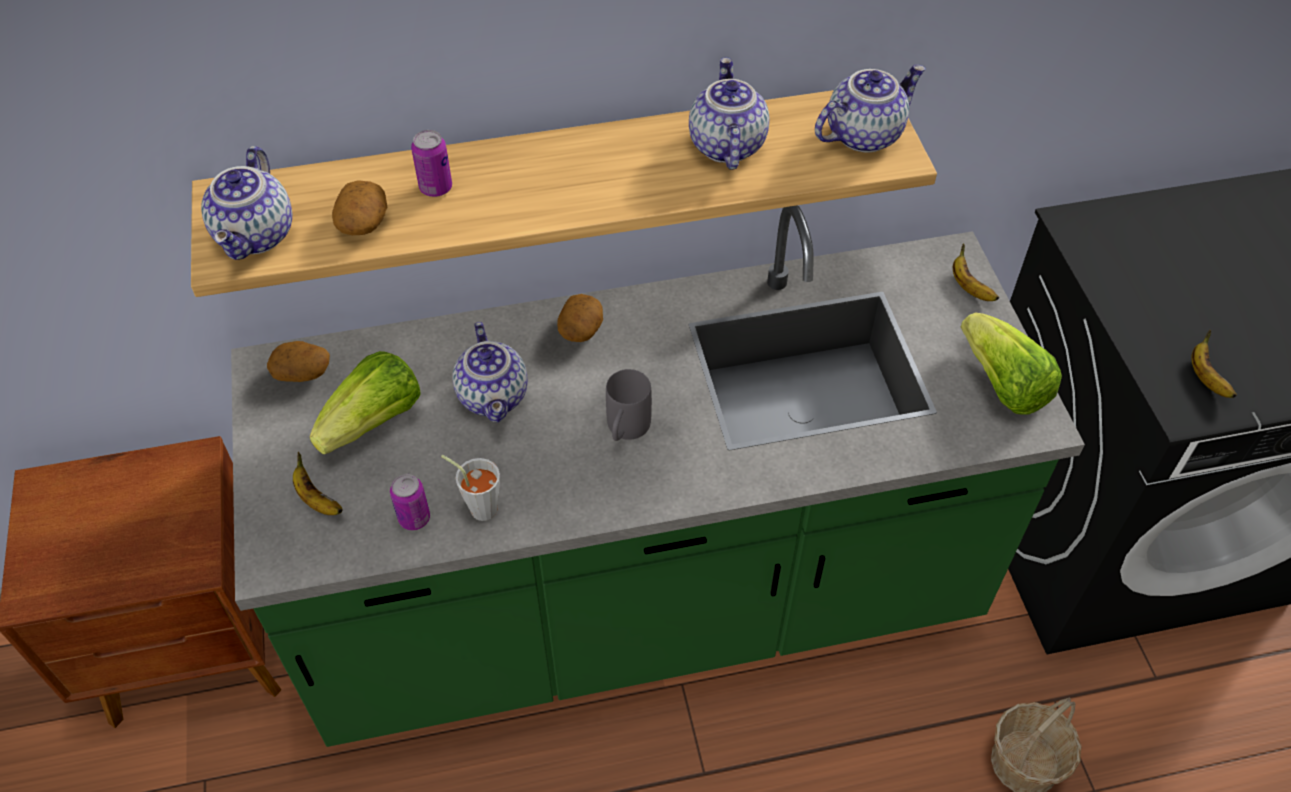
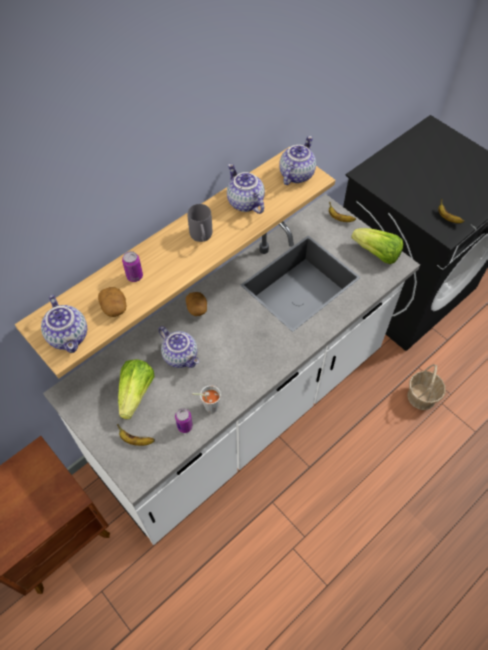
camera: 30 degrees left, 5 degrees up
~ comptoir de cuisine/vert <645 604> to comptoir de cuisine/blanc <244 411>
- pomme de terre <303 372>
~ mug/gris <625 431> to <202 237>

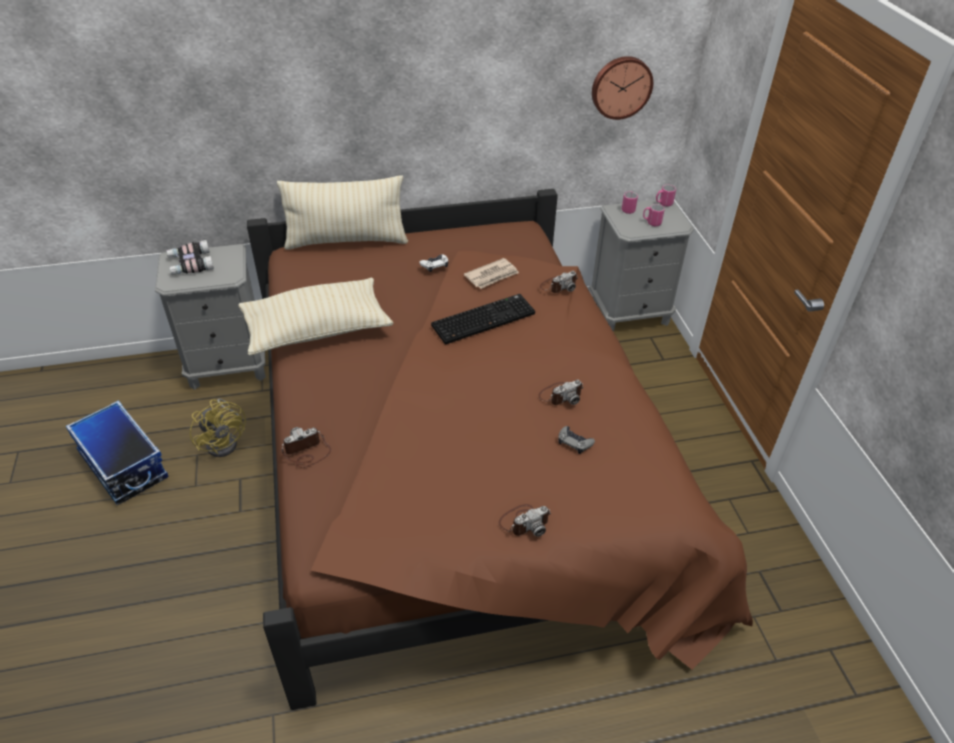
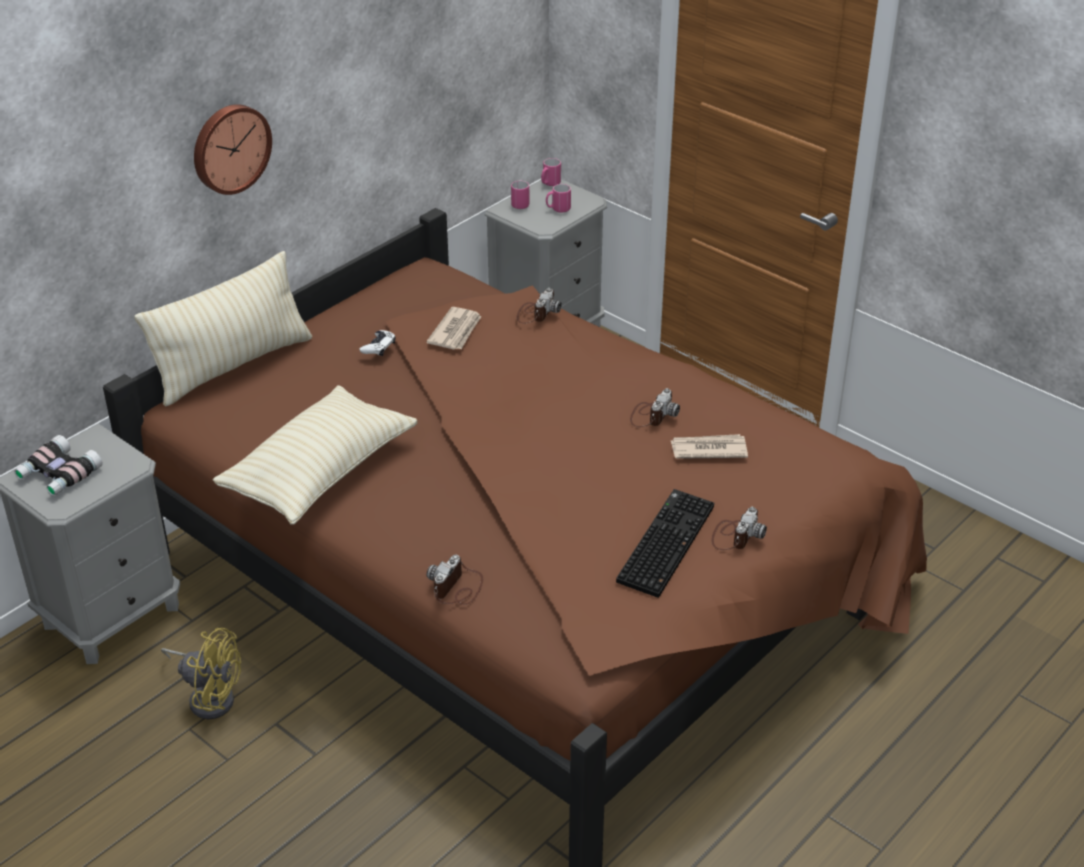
camera: 35 degrees left, 5 degrees down
- boîte de rangement <122 465>
~ clavier <483 318> to <664 542>
~ manette/gris <574 442> to journal <708 449>
~ horloge murale <621 87> to <230 148>

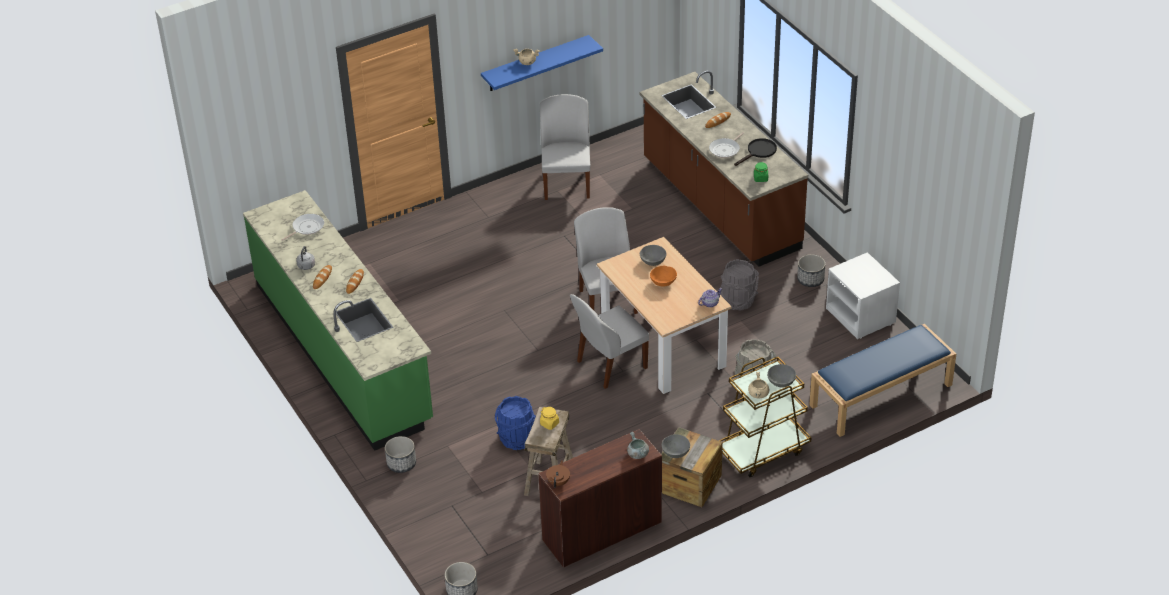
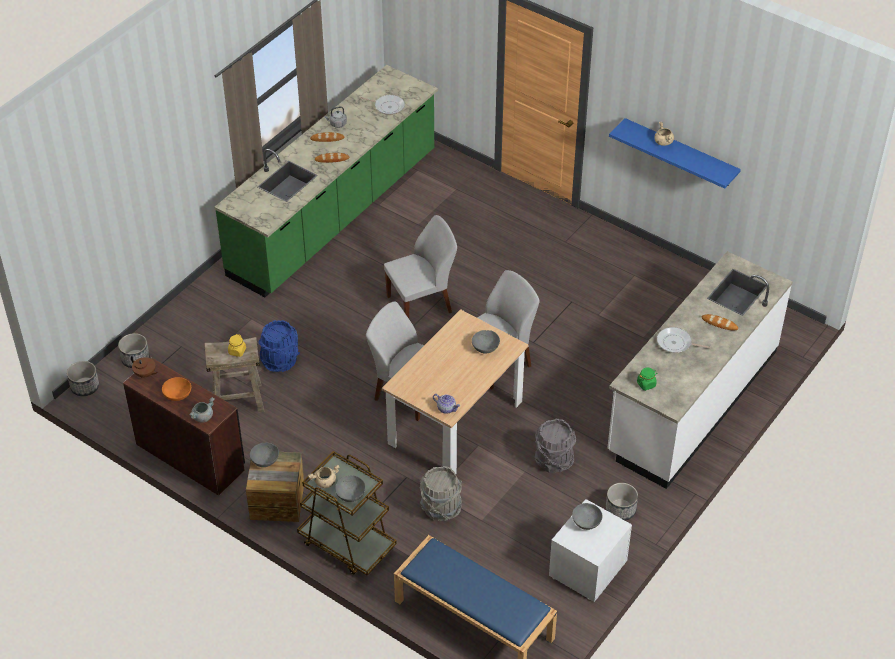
camera: 65 degrees right, 5 degrees up
~ cache-pot <401 463> to <135 359>
~ chaise/blanc <567 183> to <421 304>
~ théière/marron <558 482> = <145 374> 45 degrees clockwise
~ comptoir de cuisine/marron <719 205> to comptoir de cuisine/blanc <692 402>
~ bol/orange <663 282> to <177 395>
- poêle/noir <759 152>
+ bol/gris <586 522>

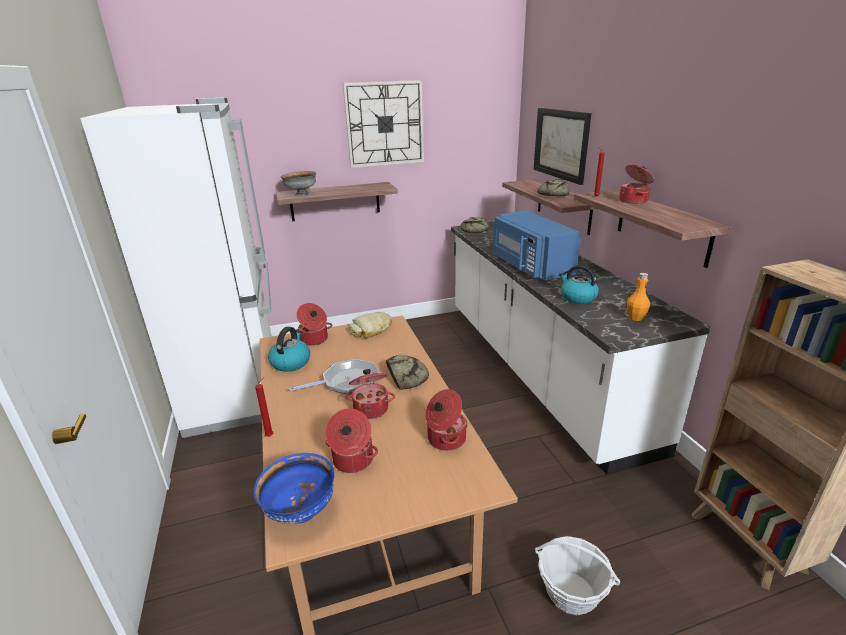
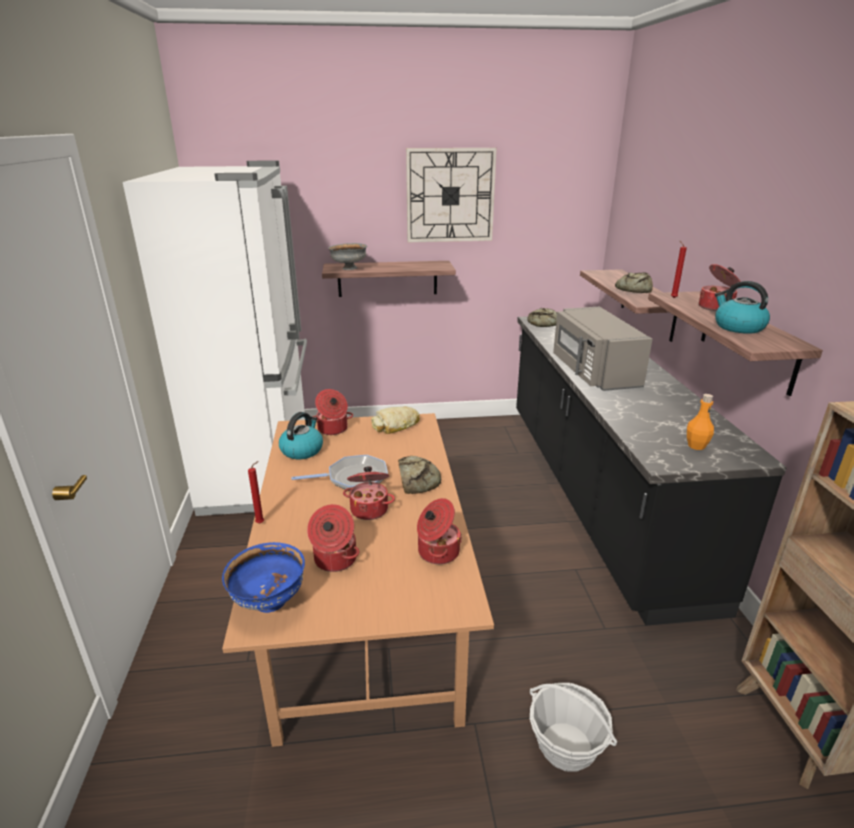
camera: 10 degrees right, 0 degrees up
~ comptoir de cuisine/blanc <537 370> to comptoir de cuisine/noir <596 494>
~ micro-ondes/bleu <530 266> to micro-ondes/gris <593 372>
- tableau <561 144>
~ bouilloire <577 298> to <738 327>

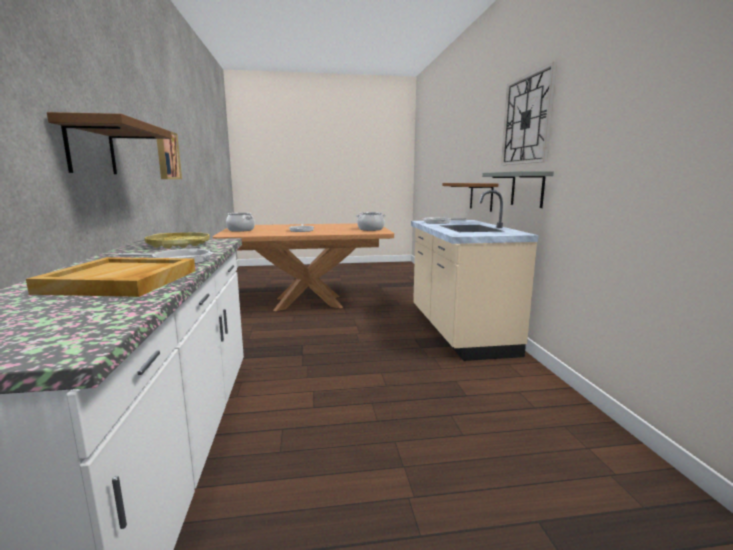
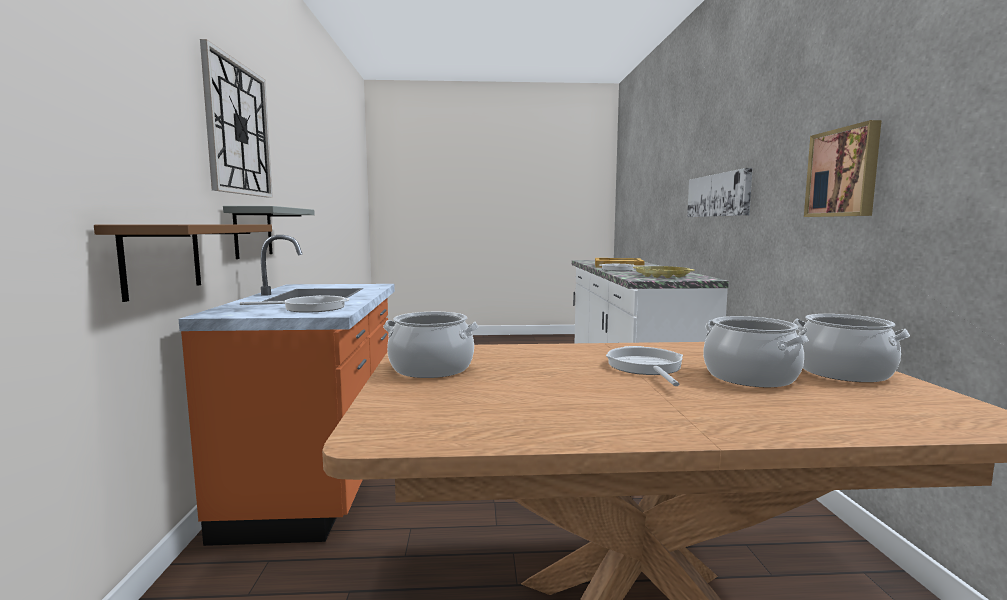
camera: 175 degrees left, 5 degrees down
~ étagère/marron <90 148> to tableau <718 195>
~ comptoir de cuisine/beige <459 332> to comptoir de cuisine/orange <320 477>
+ marmite <750 377>

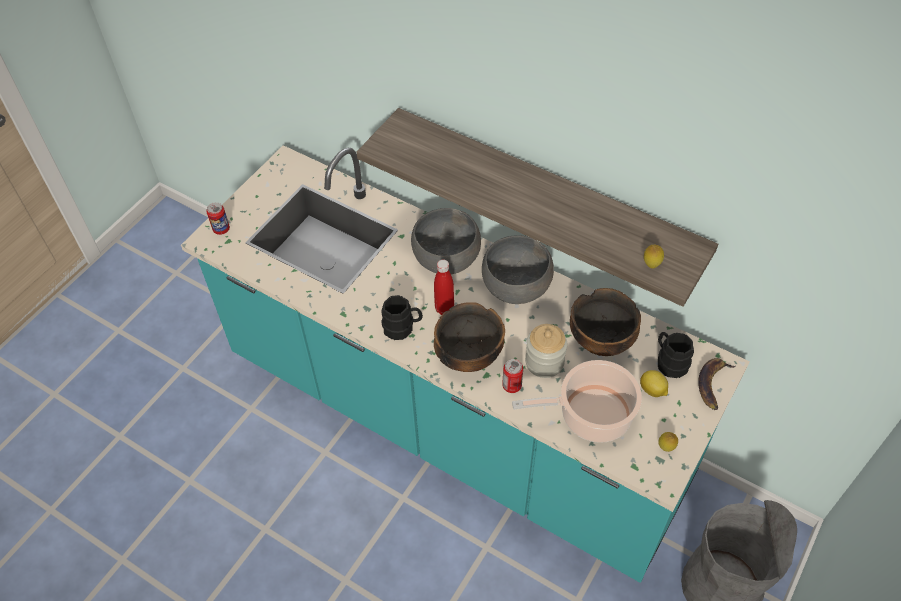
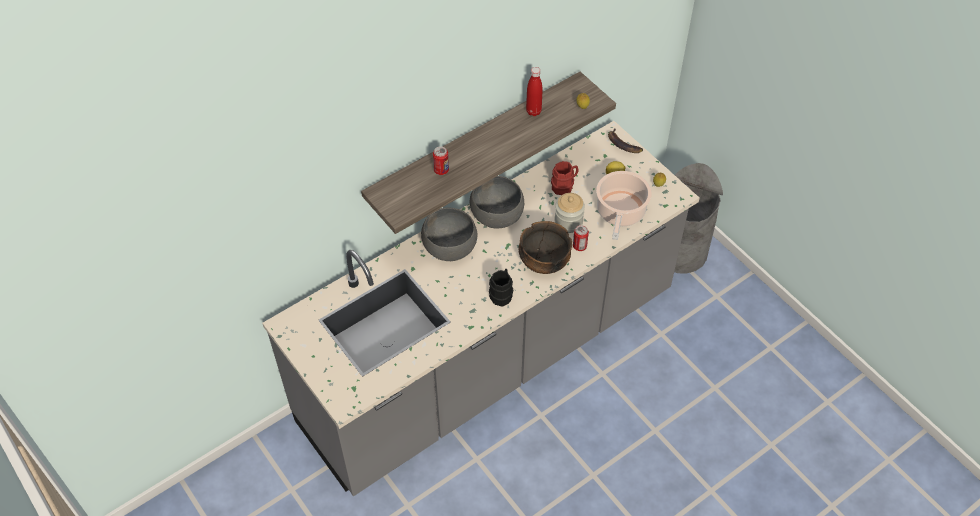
camera: 70 degrees left, 0 degrees up
~ comptoir de cuisine/turquoise <453 421> to comptoir de cuisine/gris <490 359>
~ boîte métallique <221 229> to <441 170>
~ bouteille/rouge <444 308> to <533 111>
~ bol <601 340> to mug/rouge <564 185>
- mug/noir <669 362>

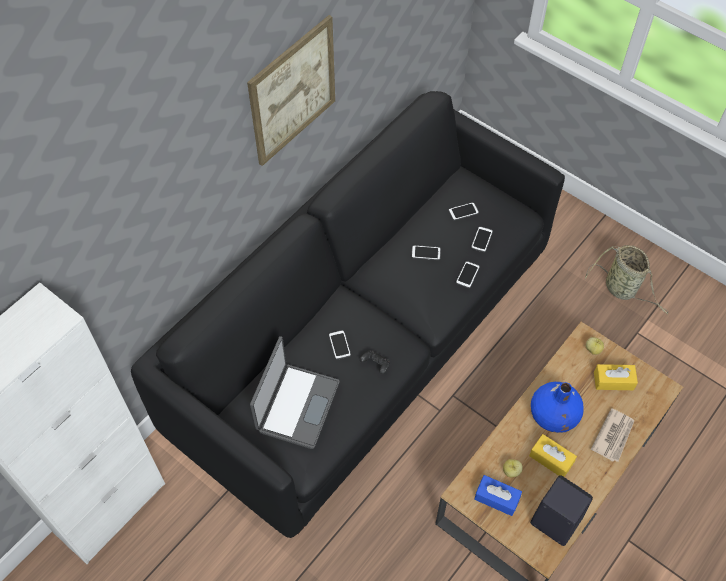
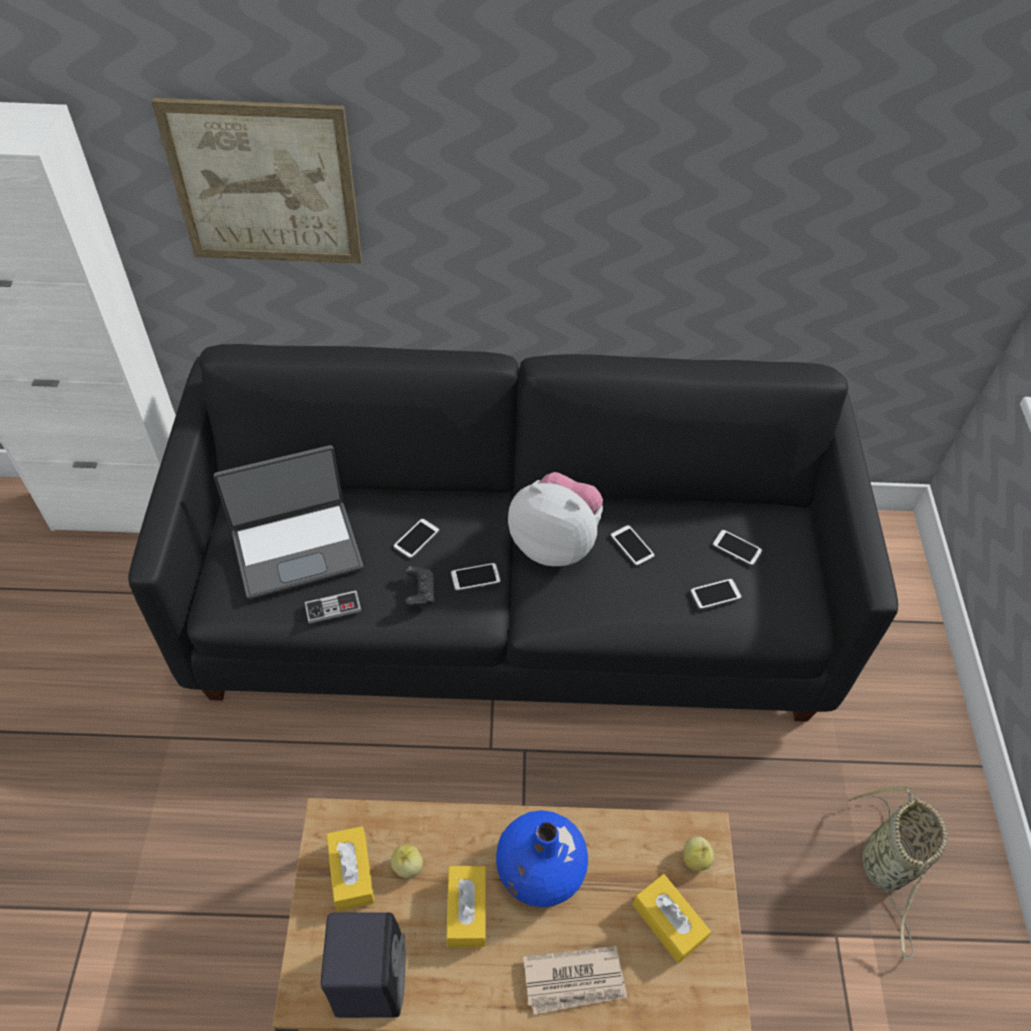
camera: 50 degrees right, 5 degrees down
~ tableau <293 91> to <264 184>
~ téléphone <467 275> to <475 577>
~ boîte à mouchoirs/bleu <496 498> to boîte à mouchoirs/jaune <351 872>
+ manette <333 608>
+ peluche <555 542>

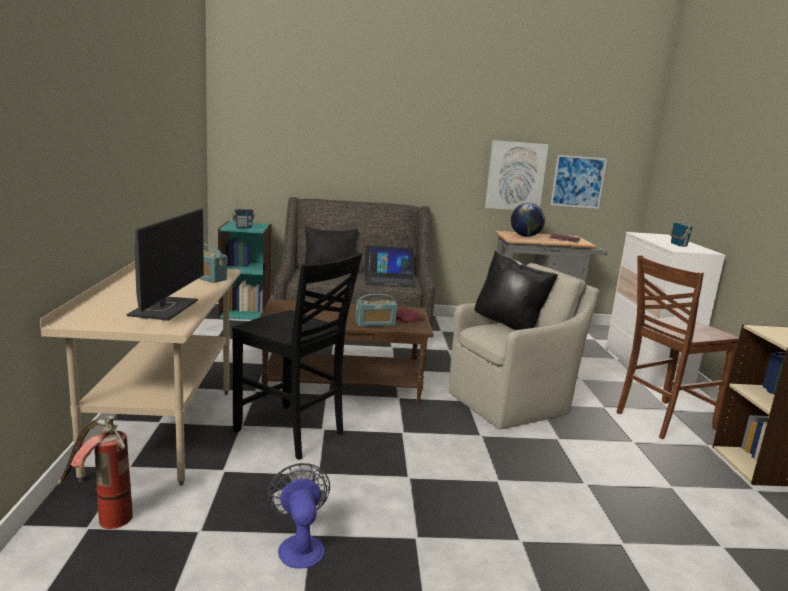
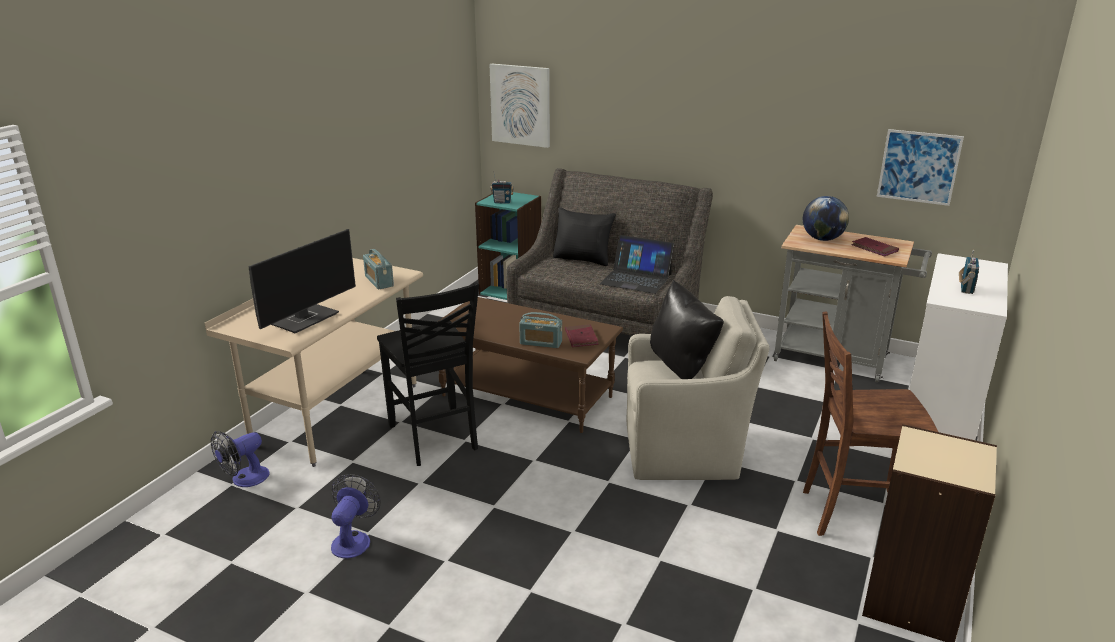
camera: 30 degrees right, 10 degrees up
~ extincteur <102 518> to ventilateur <244 479>
~ tableau <515 176> to <520 105>

